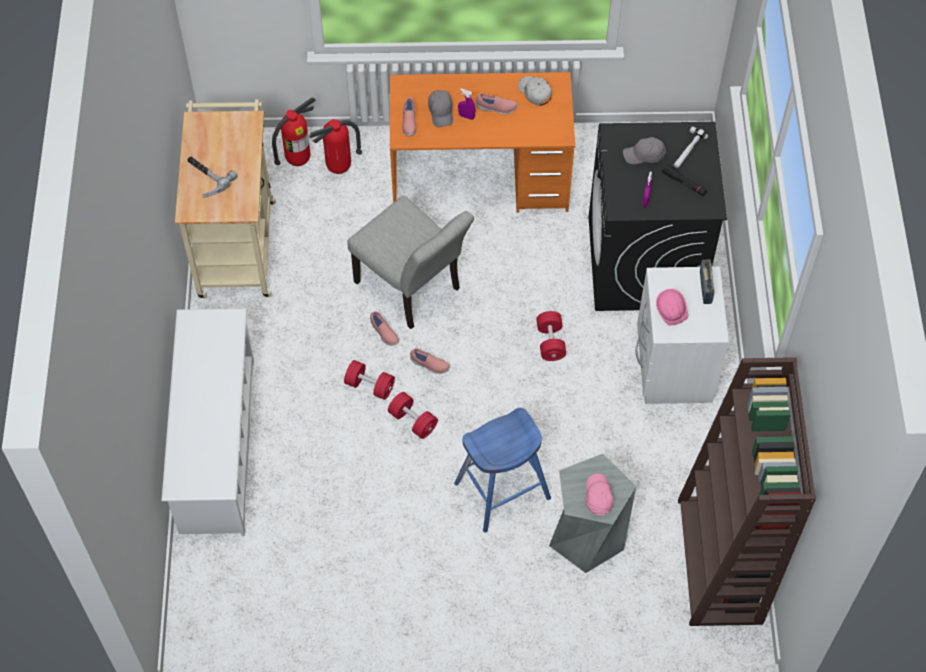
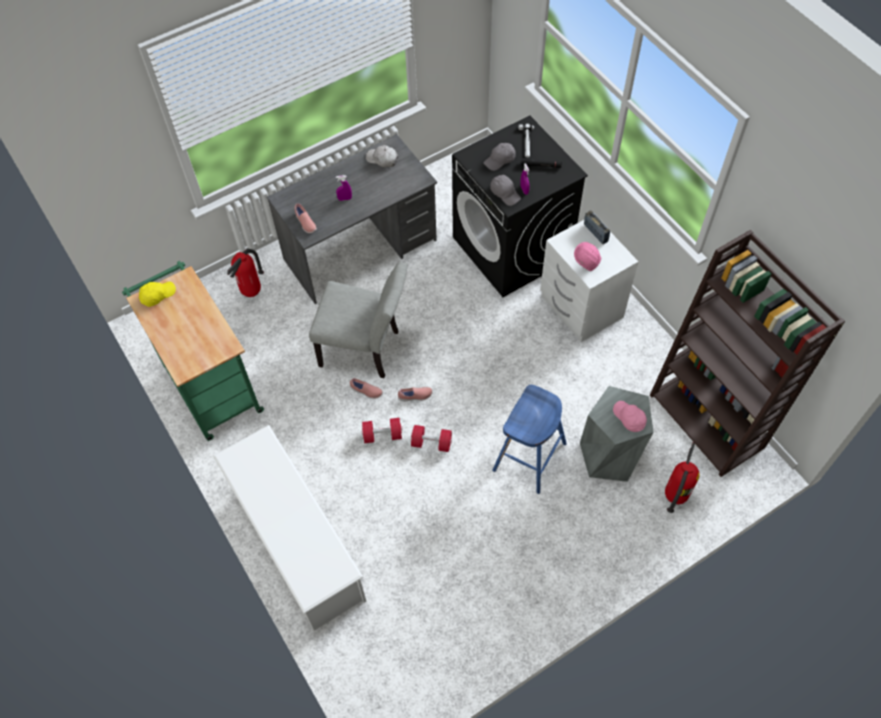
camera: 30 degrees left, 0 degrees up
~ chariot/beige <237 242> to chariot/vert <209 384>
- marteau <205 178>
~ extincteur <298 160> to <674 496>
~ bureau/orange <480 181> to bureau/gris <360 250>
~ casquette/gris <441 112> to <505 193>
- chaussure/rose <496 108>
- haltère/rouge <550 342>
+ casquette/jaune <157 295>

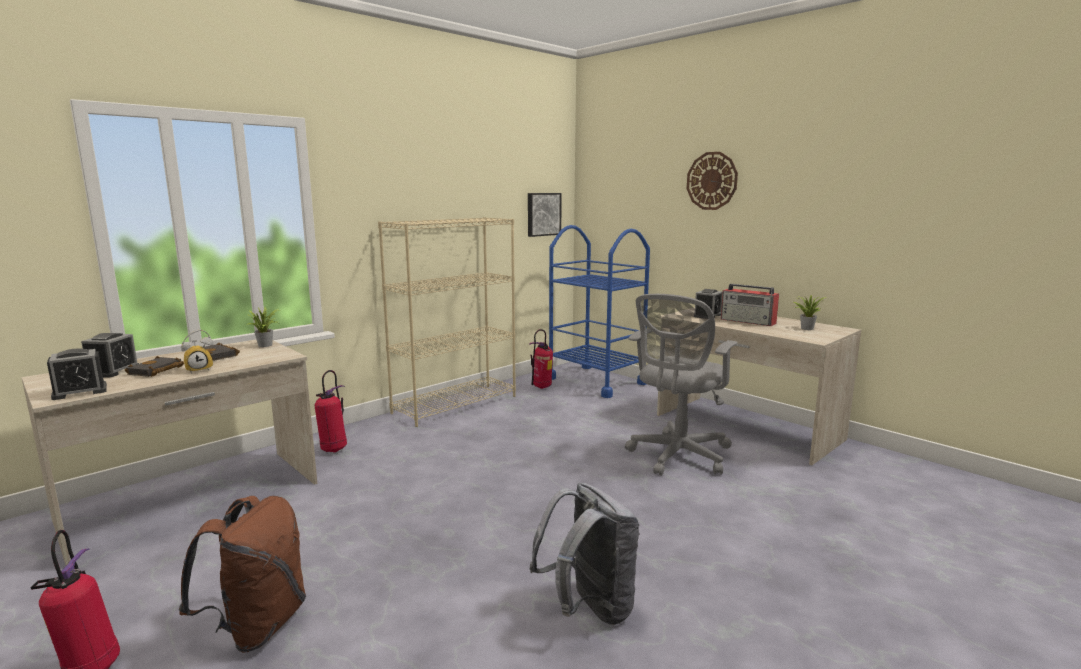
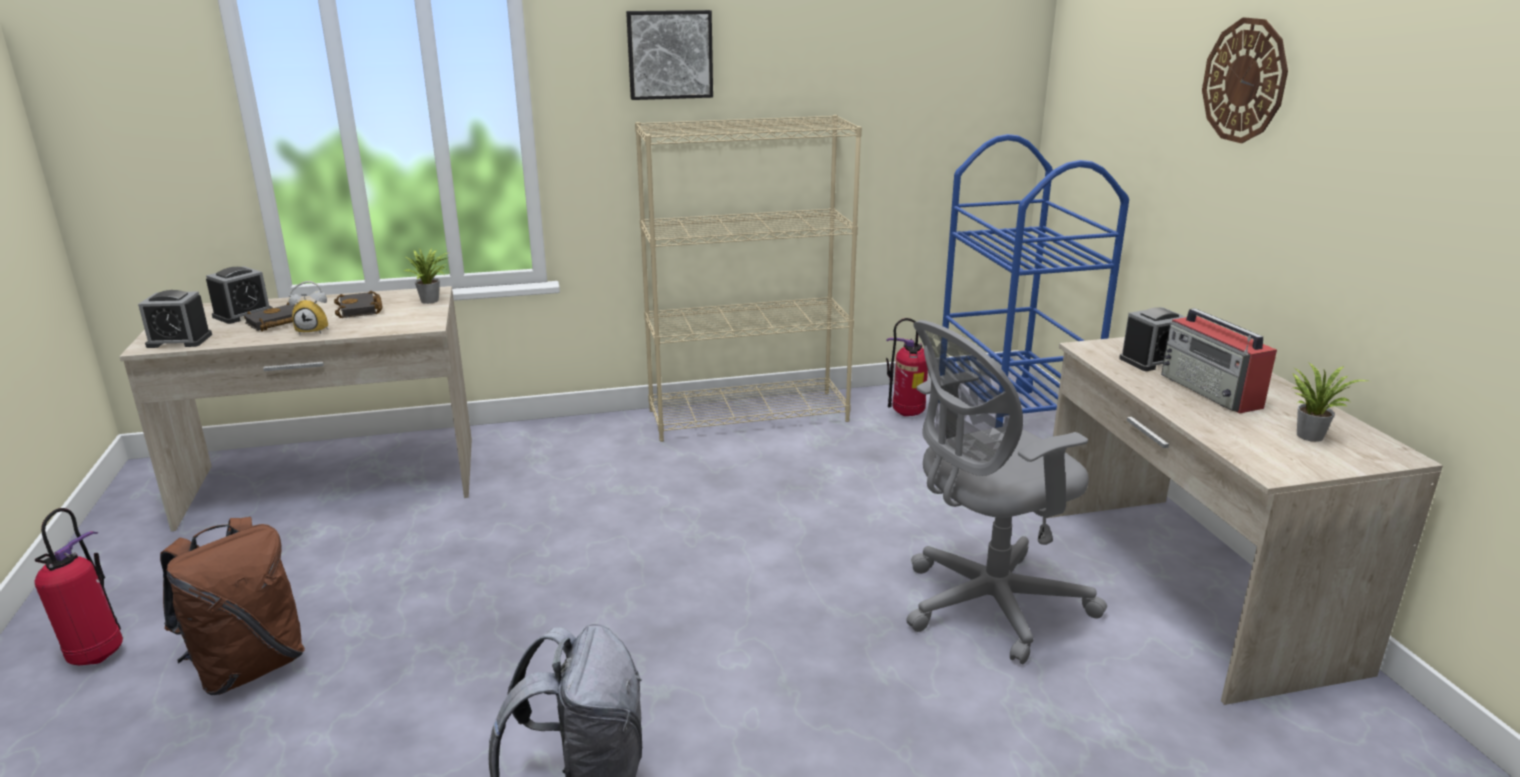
camera: 30 degrees right, 10 degrees up
- extincteur <334 449>
~ tableau <543 214> to <669 54>

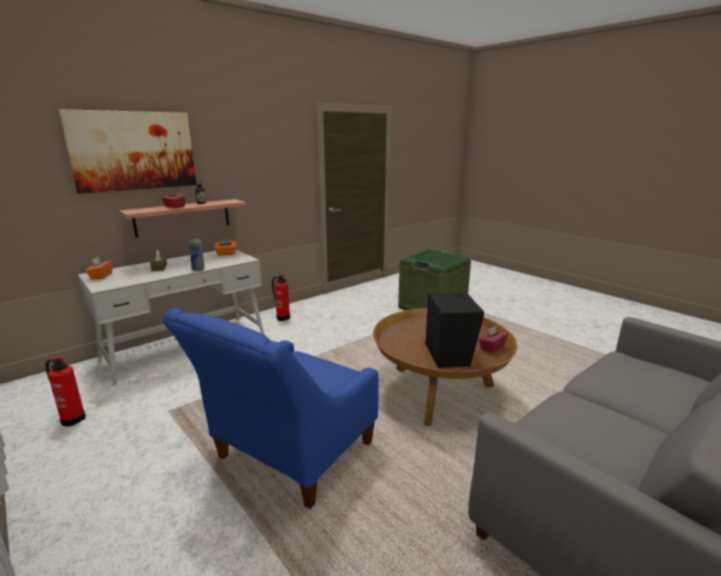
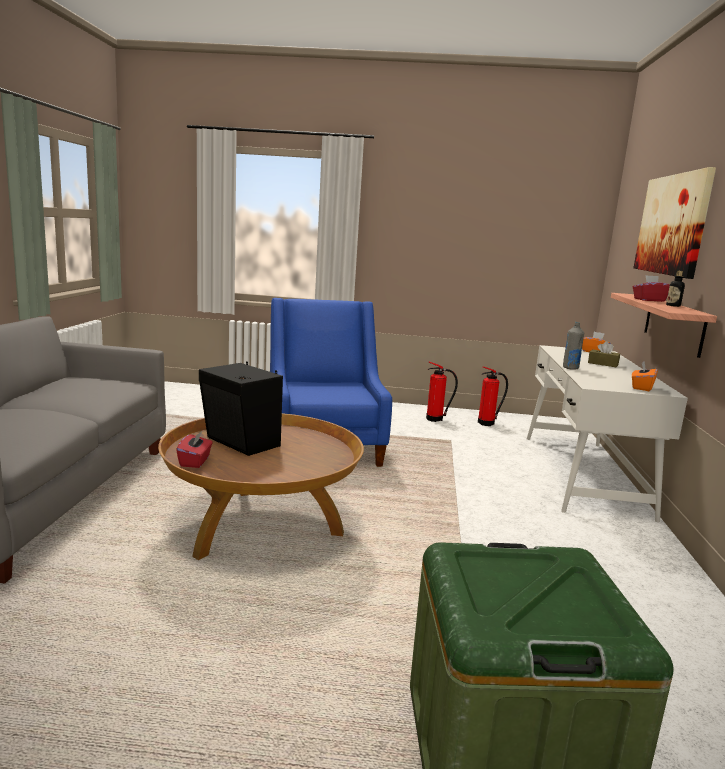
camera: 135 degrees right, 5 degrees down
~ extincteur <282 317> to <436 419>

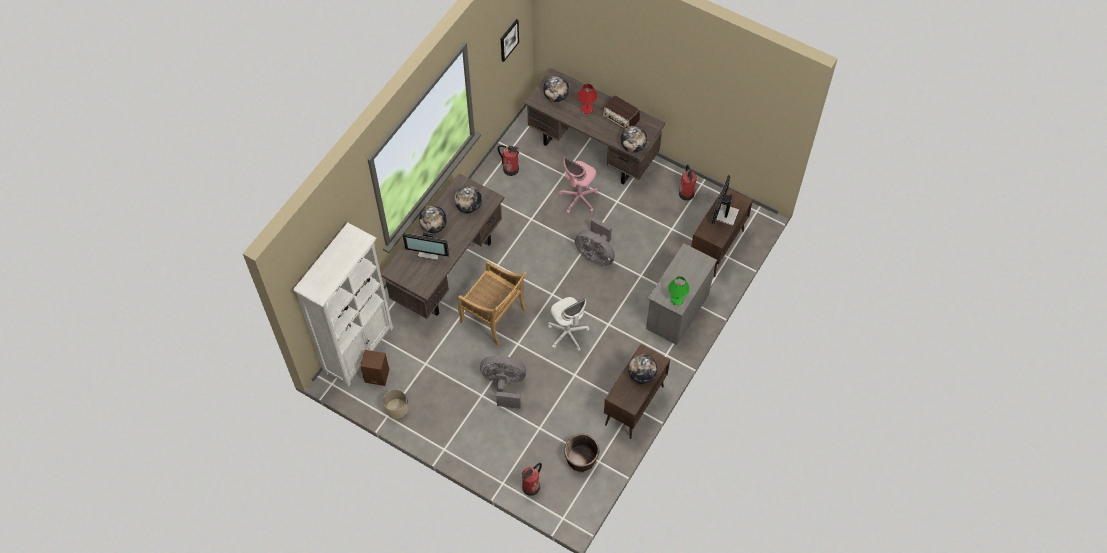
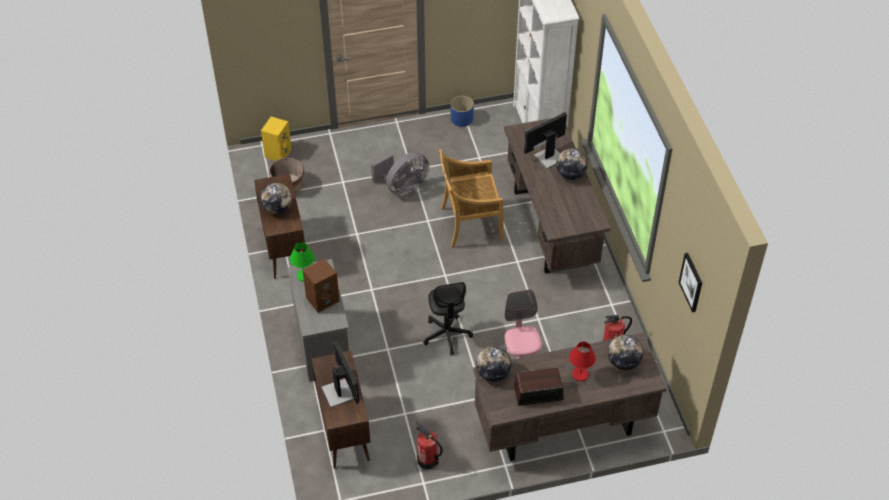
camera: 135 degrees right, 10 degrees down
~ enceinte/marron <376 376> to <323 298>
~ cache-pot/beige <396 408> to cache-pot/bleu <462 119>
- globe <469 207>
- extincteur <531 487>
- chaise de bureau/blanc <567 334>
~ ventilateur/gris <595 254> to chaise de bureau/noir <447 335>
+ enceinte/jaune <278 152>

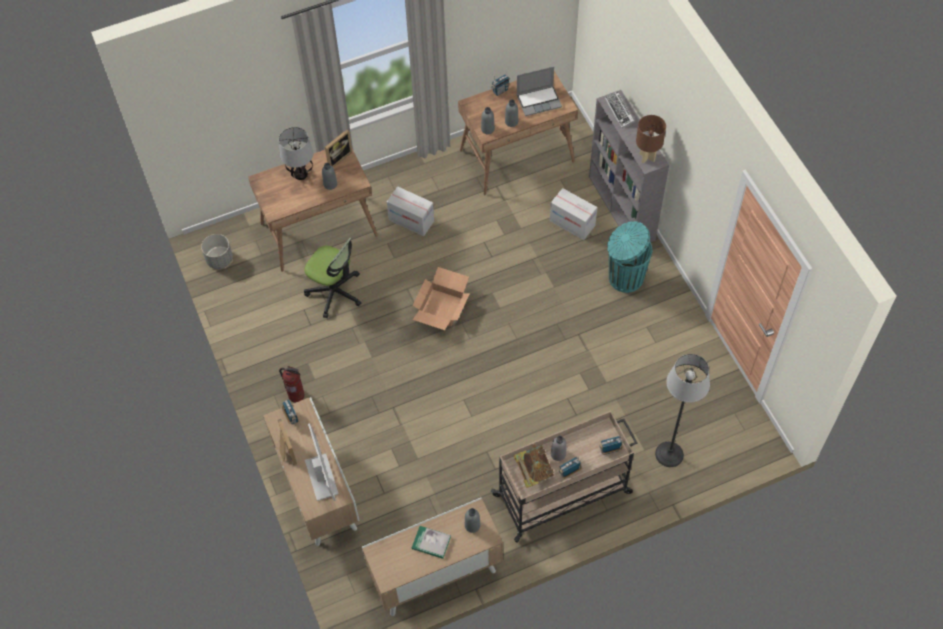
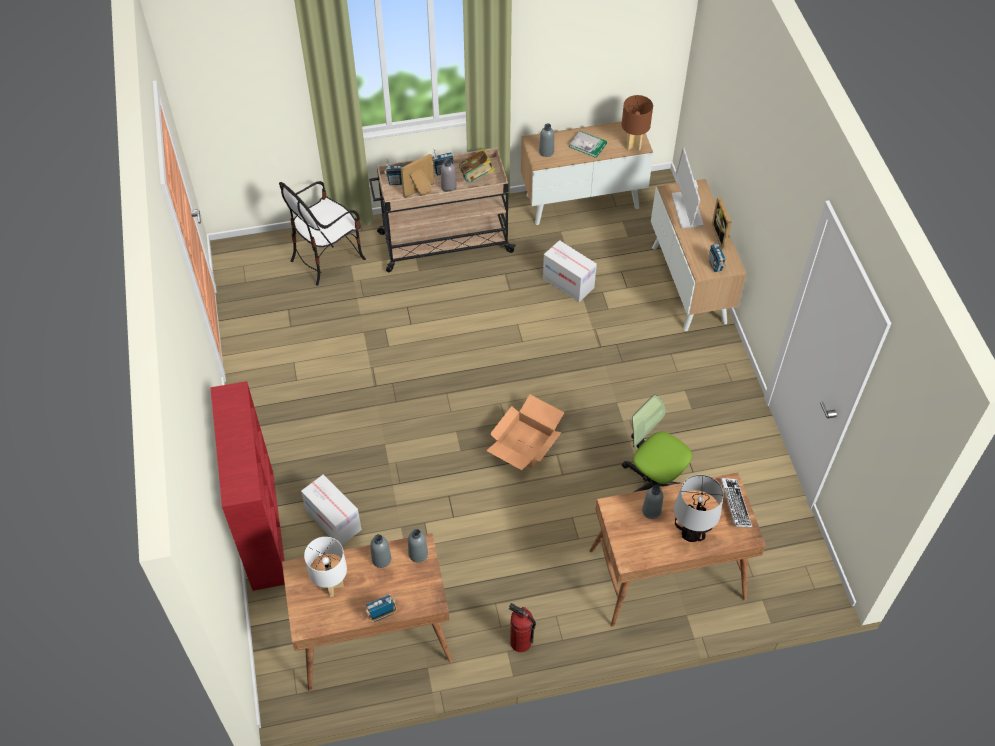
camera: 170 degrees left, 5 degrees down
- cache-pot/gris <219 259>
~ extincteur <296 395> to <520 642>
~ cadre photo <337 158> to <420 192>
~ carton <411 220> to <568 283>
~ ordinateur portable <539 101> to lampe de table/blanc <331 586>
~ bibliothèque/gris <622 209> to bibliothèque/rouge <262 528>
~ clavier <619 111> to <734 504>
- poubelle/turquoise <624 277>
~ lampe de table/marron <647 157> to <633 145>
~ lampadaire <669 454> to chaise <327 257>

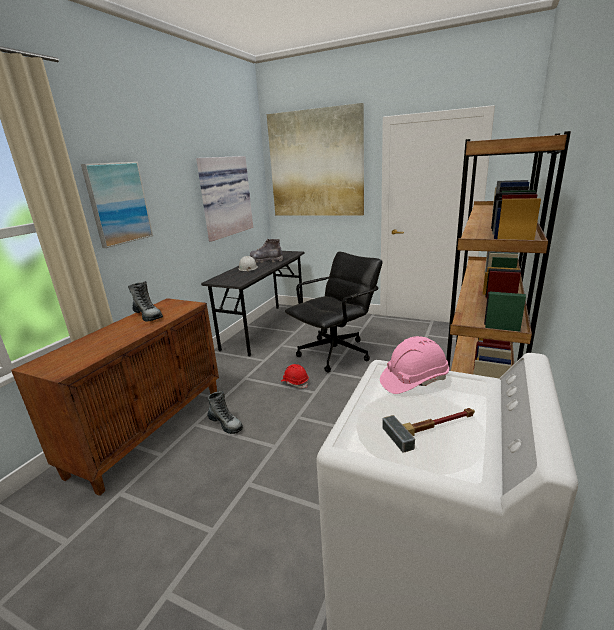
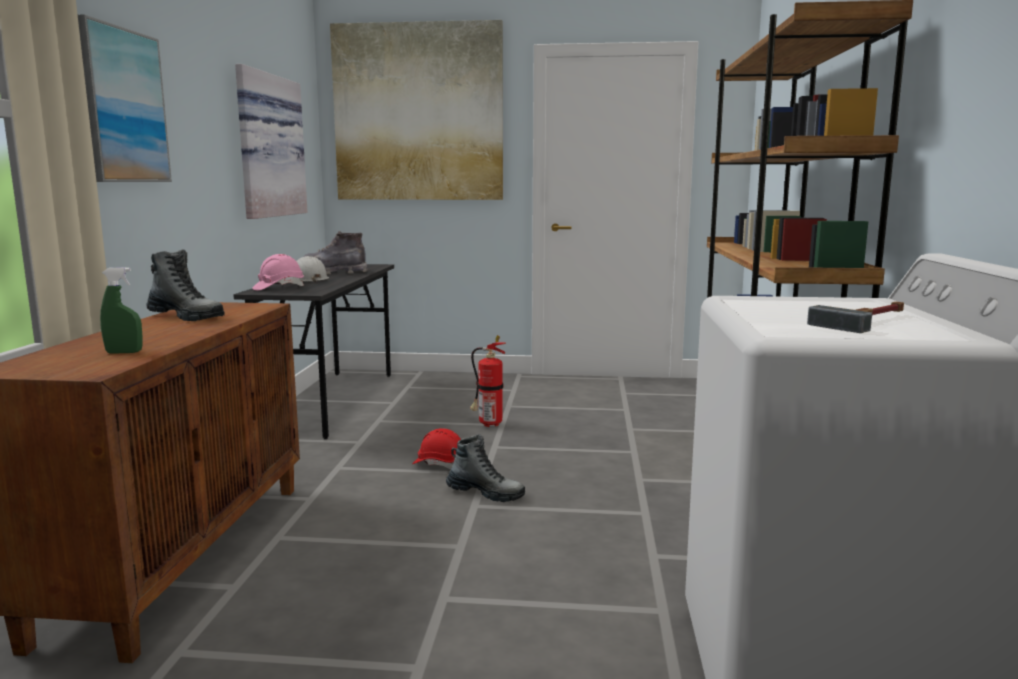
camera: 20 degrees left, 10 degrees down
~ botte <225 424> to <485 493>
~ chaise de bureau/noir <335 353> to extincteur <488 424>
~ casque de chantier/rose <413 380> to <278 288>
+ vaporisateur/vert <124 352>

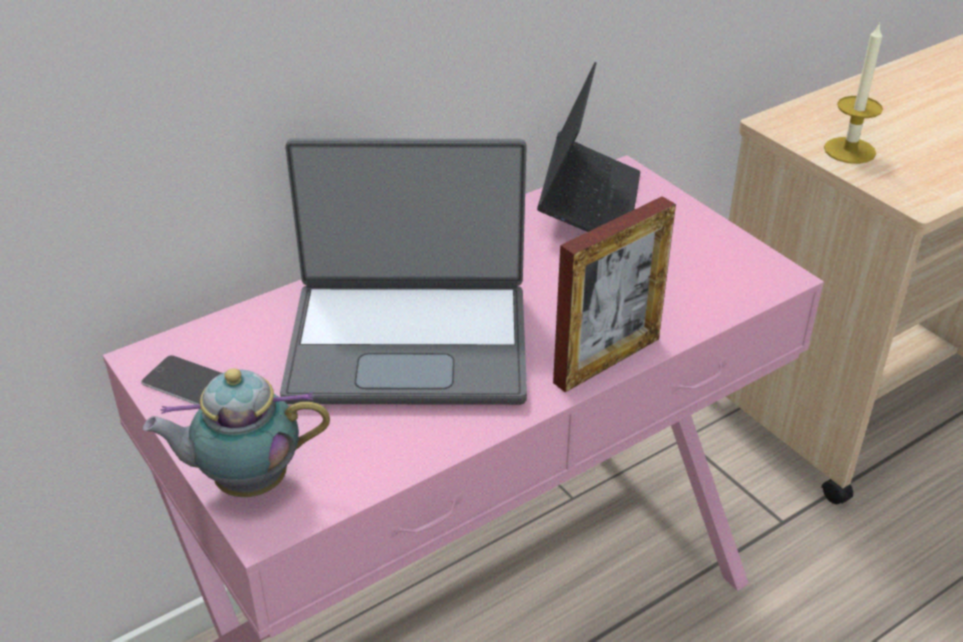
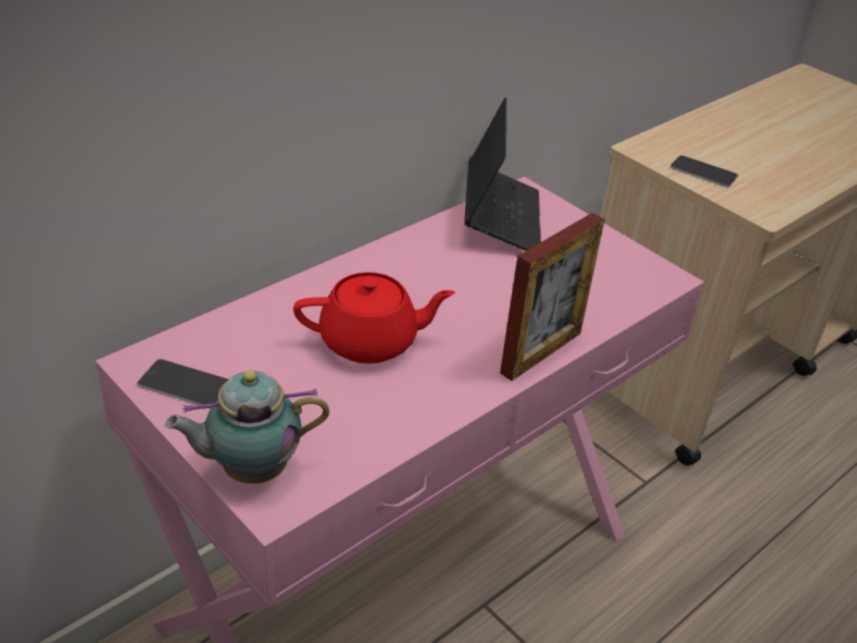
camera: 10 degrees left, 0 degrees up
~ ordinateur portable <409 342> to théière/rouge <370 342>
~ bougie <849 150> to téléphone <703 172>

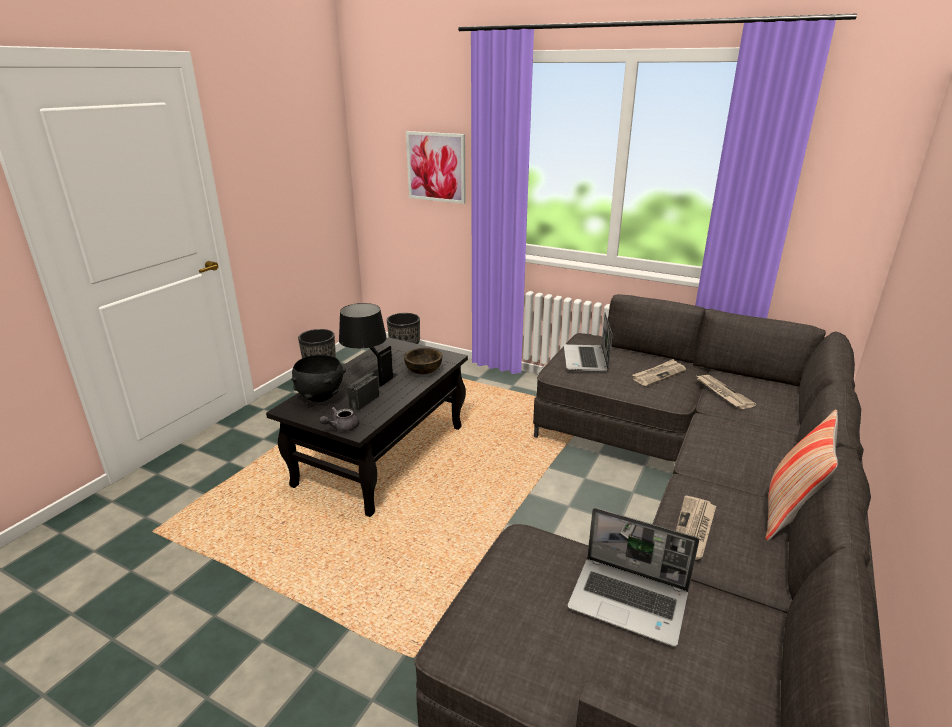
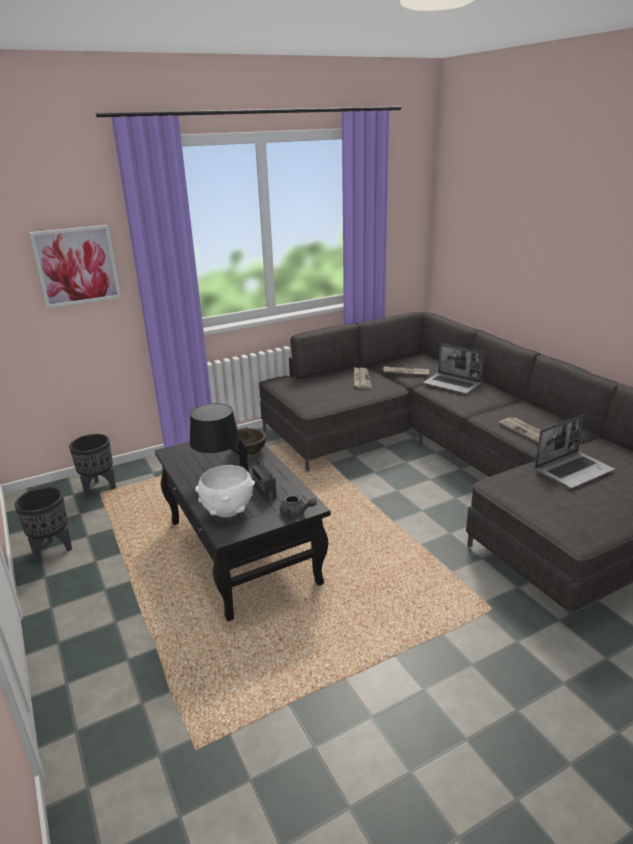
camera: 55 degrees left, 0 degrees up
~ bol/noir <320 397> to bol/blanc <228 511>
~ théière/gris <341 427> = <296 512> 60 degrees counterclockwise
~ ordinateur portable <586 360> to <453 384>
- coussin <788 513>

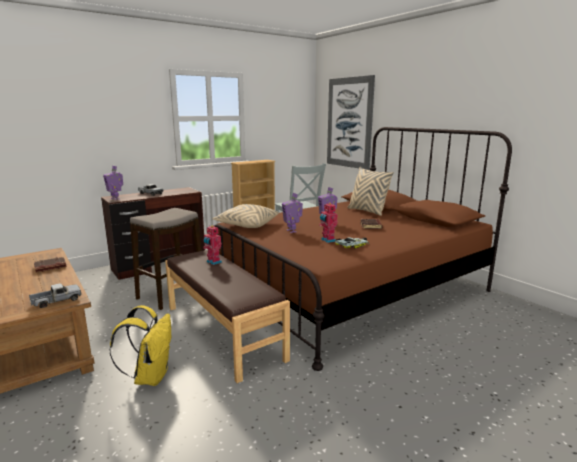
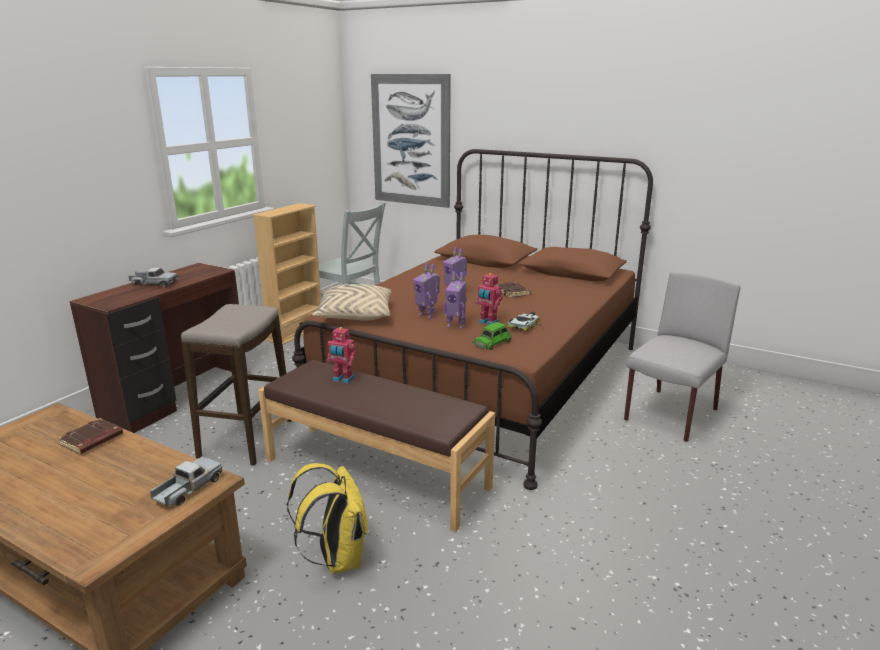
camera: 25 degrees left, 5 degrees up
~ robot jouet <115 198> to <456 325>
- coussin/beige <367 211>
+ petite voiture/vert <492 342>
+ chaise/gris <670 415>

